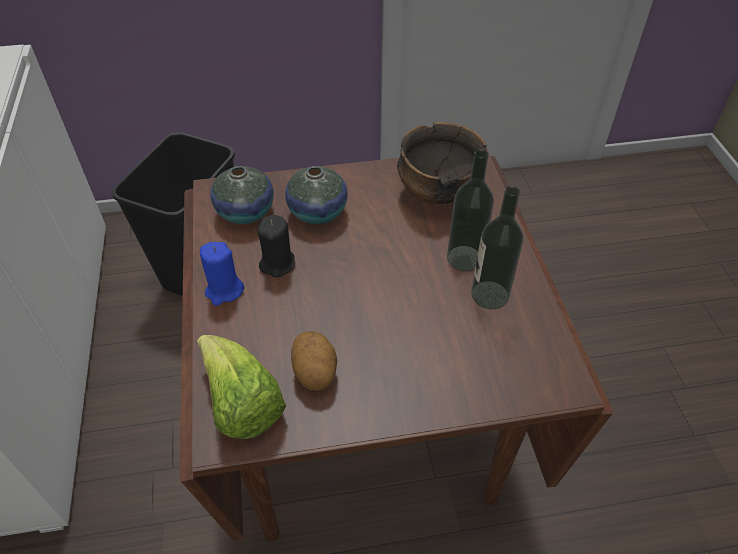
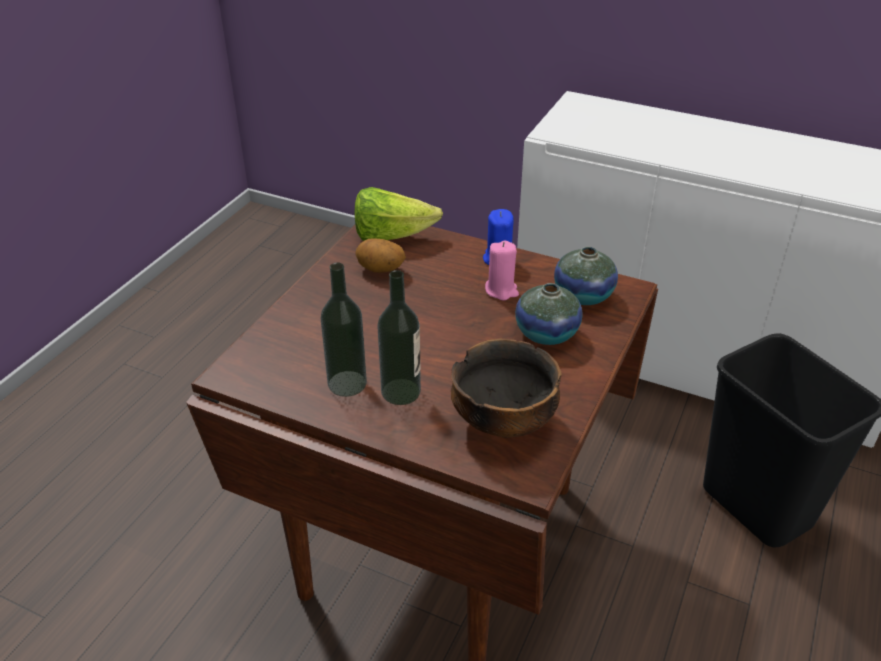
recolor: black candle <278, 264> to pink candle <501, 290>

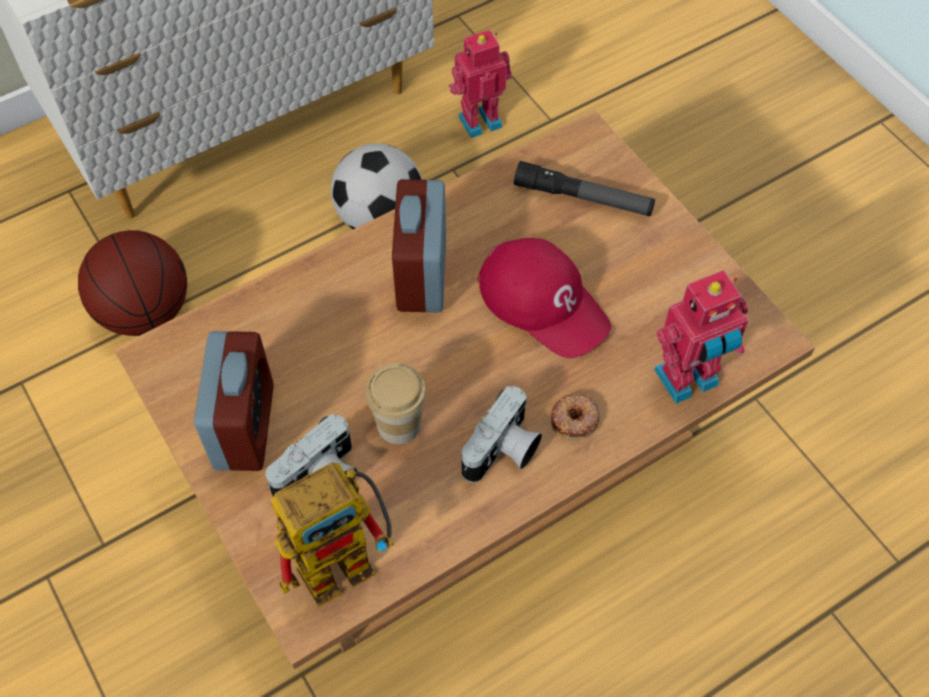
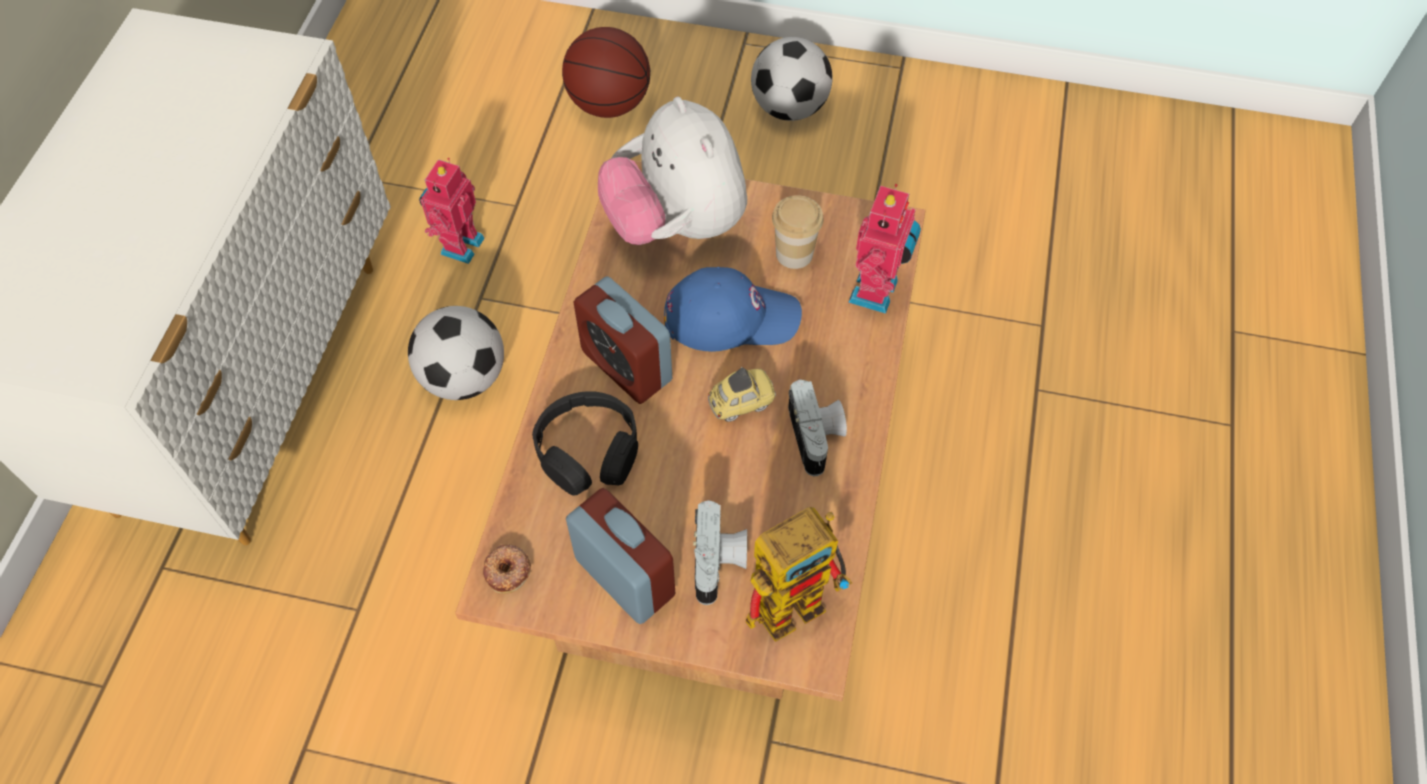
insert: black headphones <588, 451>; toy car <741, 403>; football <789, 108>
move: basketball <145, 312> to <609, 104>; cup <399, 424> to <794, 254>; donut <575, 419> to <508, 570>
replace: flashlight <583, 198> to plush toy <676, 224>
recolor: red cap <544, 302> to blue cap <731, 316>
rotate: toy robot <346, 556> = <797, 595> 45 degrees clockwise

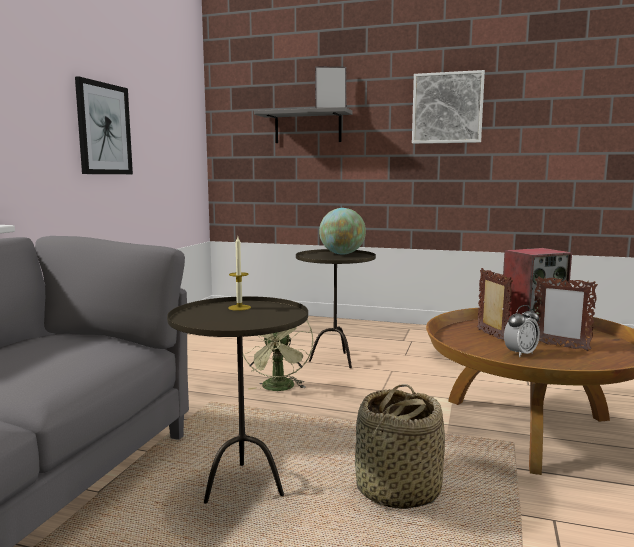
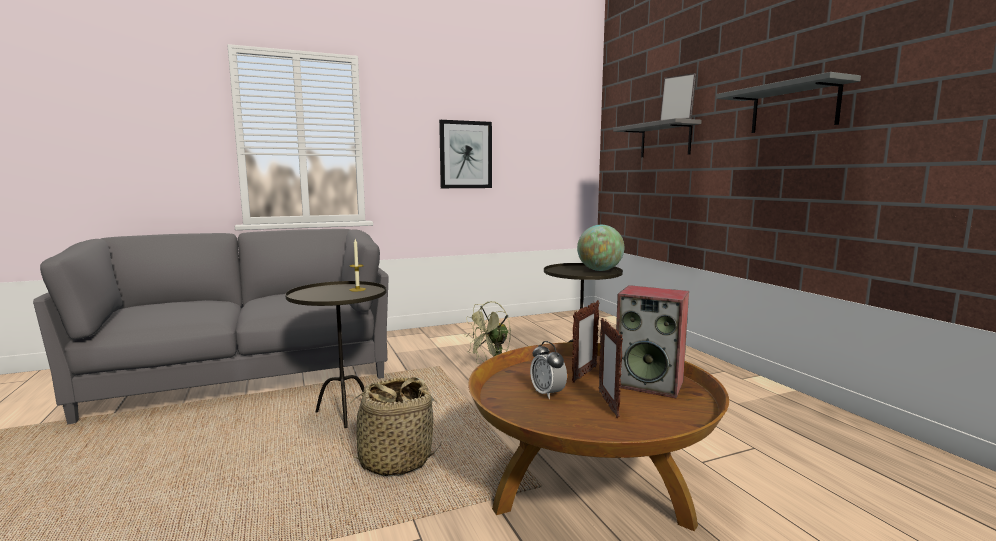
replace: picture <447, 108> to grey shelf <794, 108>
rotate: alarm clock <520, 354> = <547, 393> 45 degrees clockwise

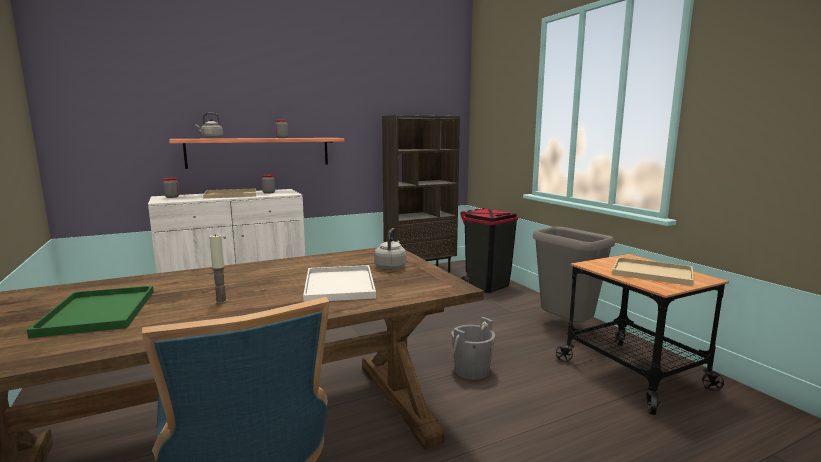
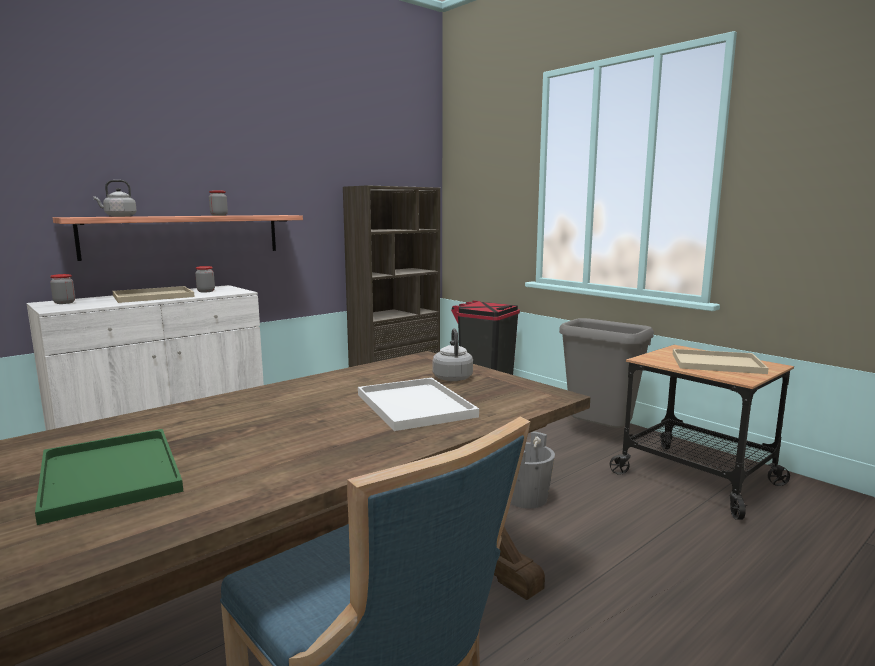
delete: candle <221, 301>

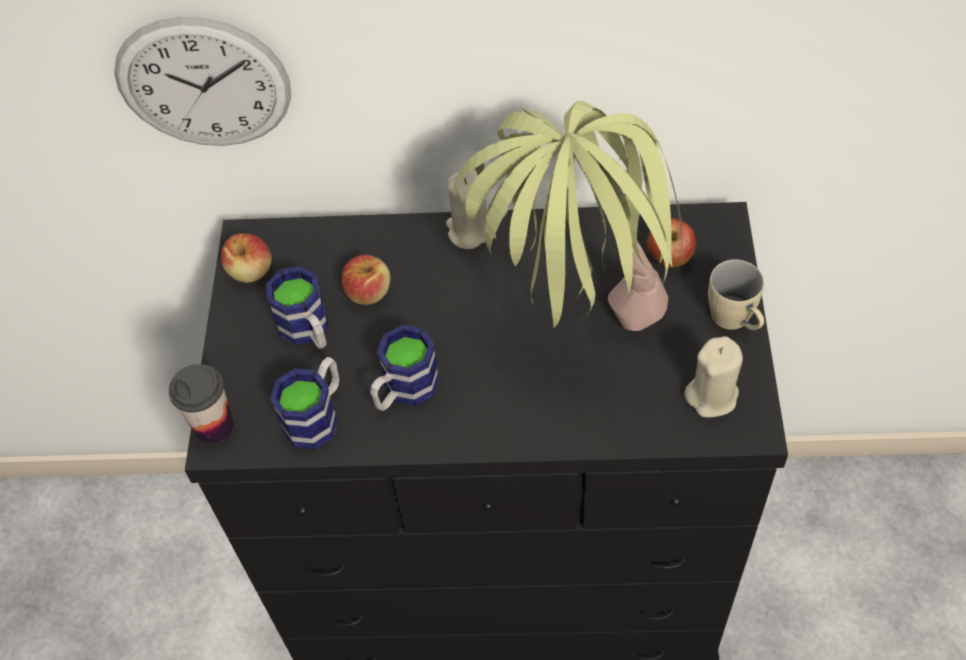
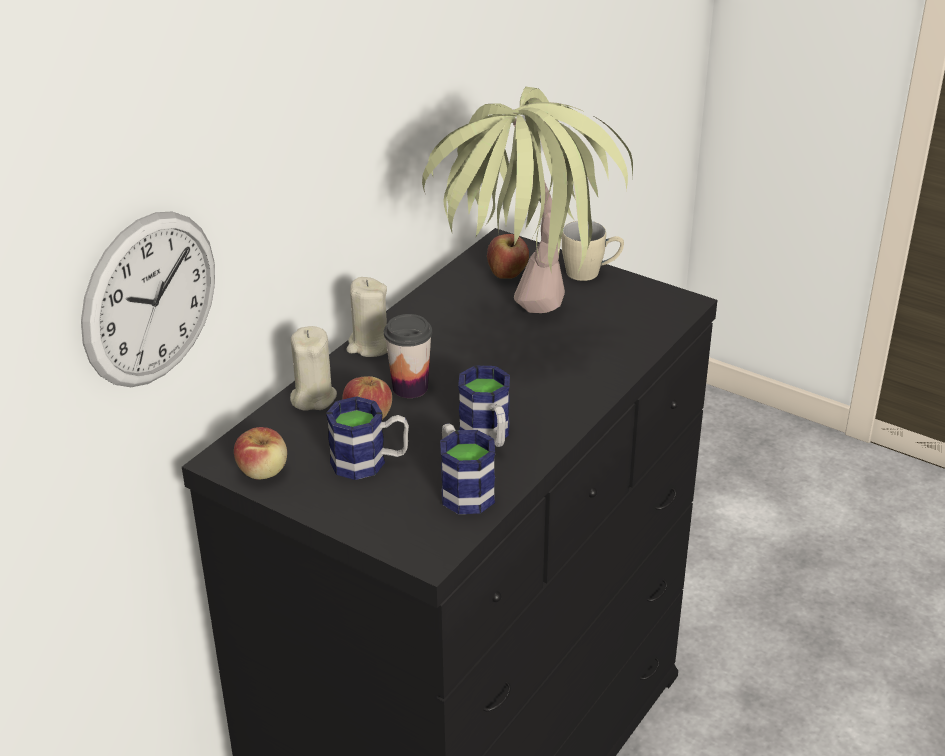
move: cup <214, 426> to <410, 387>; beige candle <712, 396> to <313, 397>

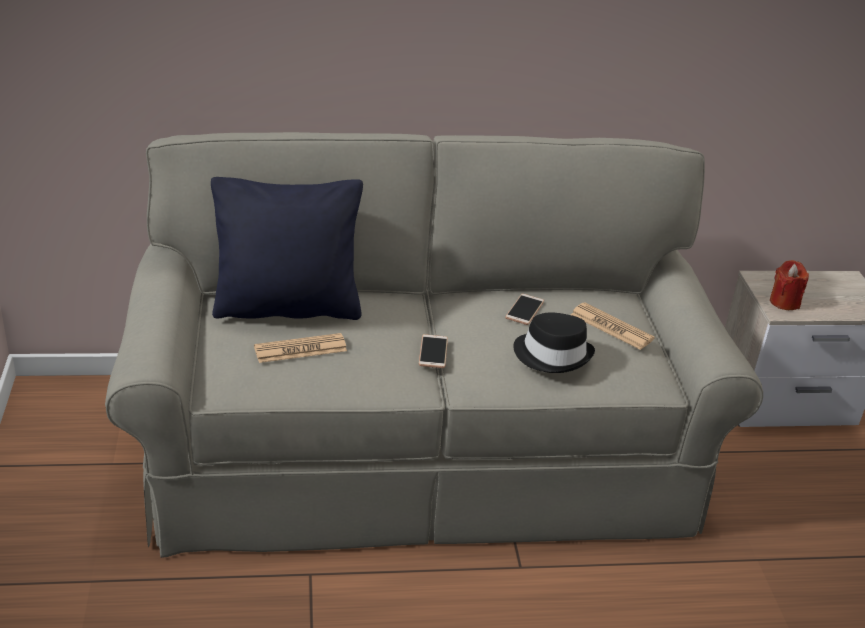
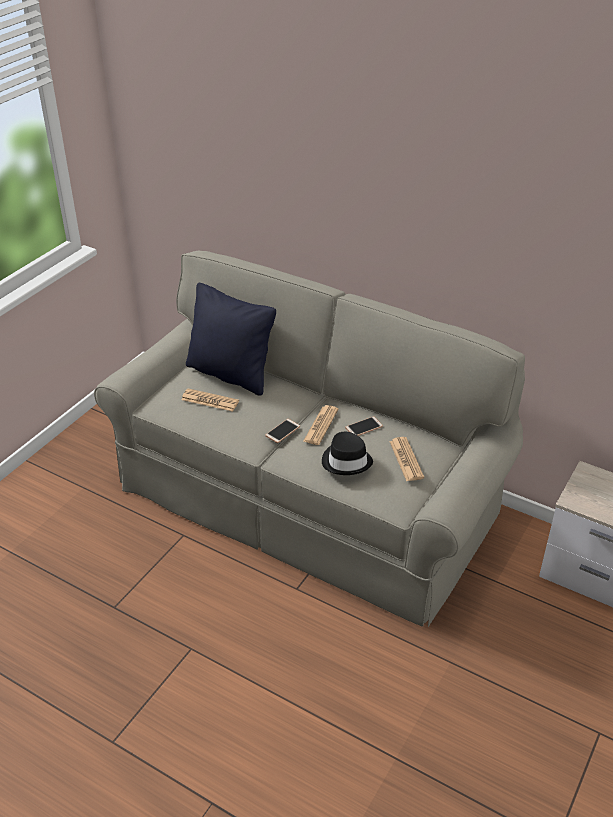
delete: red candle <784, 302>
insert: newspaper <321, 425>

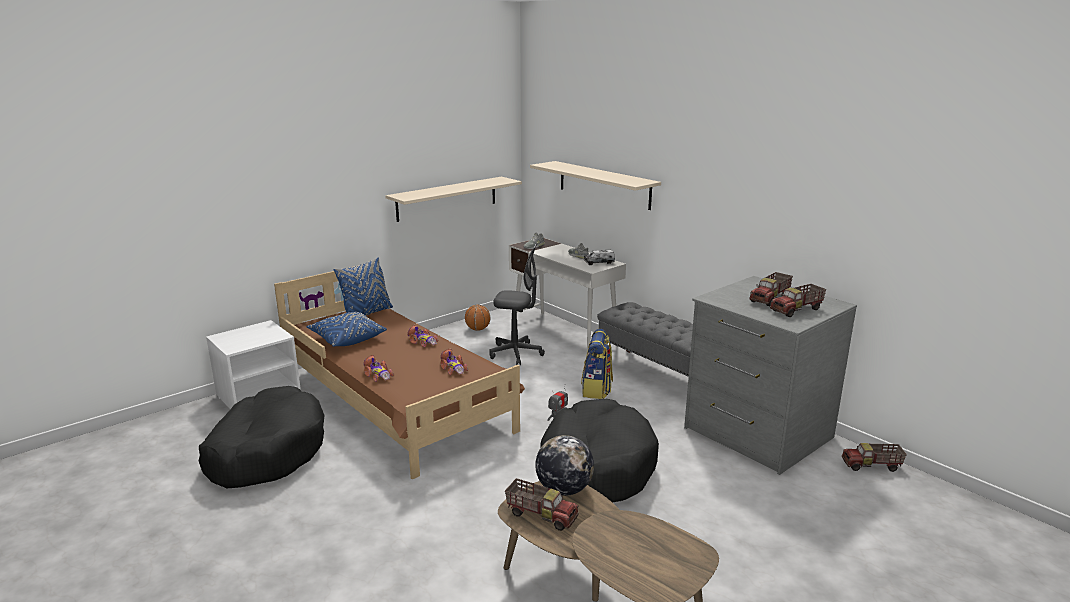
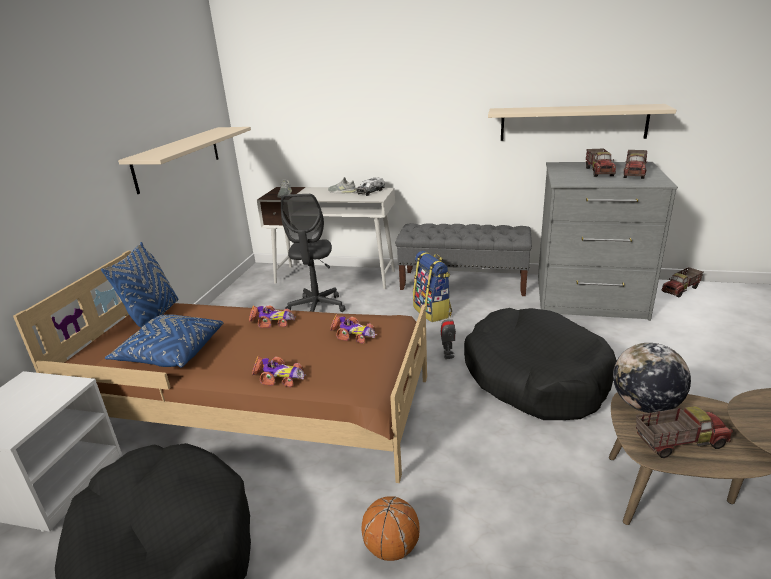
move: basketball <477, 329> to <392, 548>; beige shelf <604, 184> to <572, 123>
rotate: grey office chair <516, 353> = <316, 308> 120 degrees clockwise

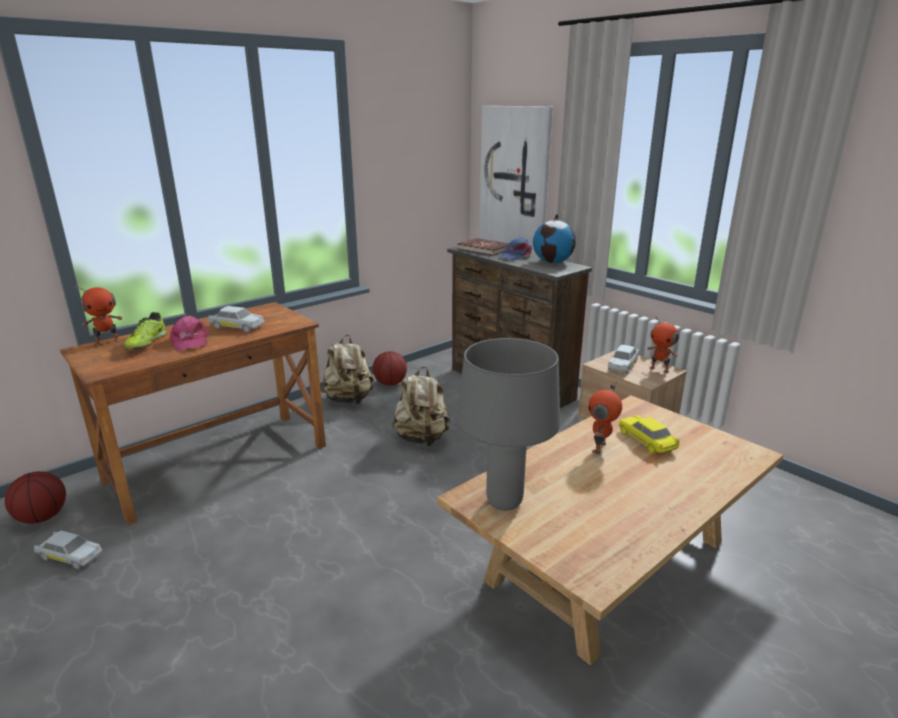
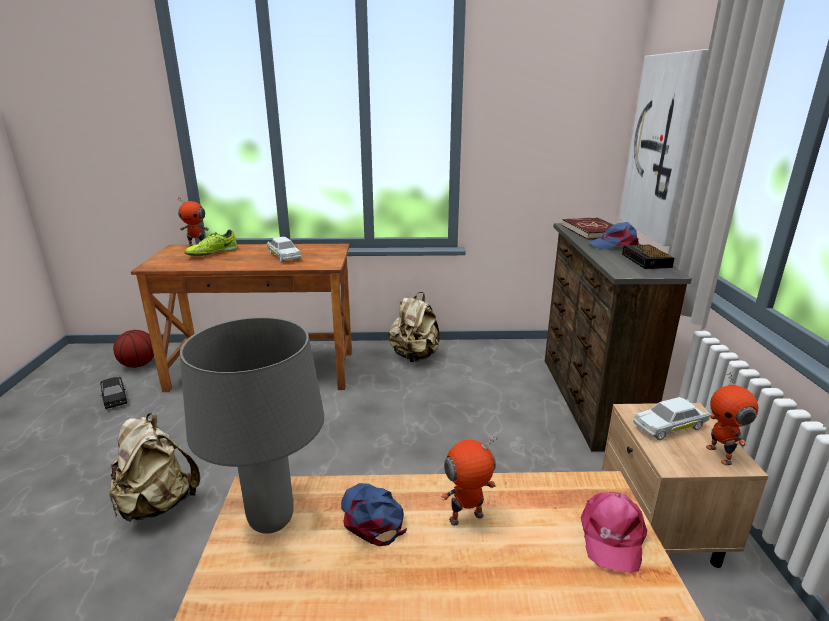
delete: basketball <390, 383>; yellow toy car <646, 441>
insert: blue cap <372, 516>
move: pink cap <190, 341> to <611, 536>; beige backpack <422, 438> to <157, 504>
replace: globe <553, 262> to alarm clock <647, 261>
recolor: white toy car <70, 556> to black toy car <114, 398>

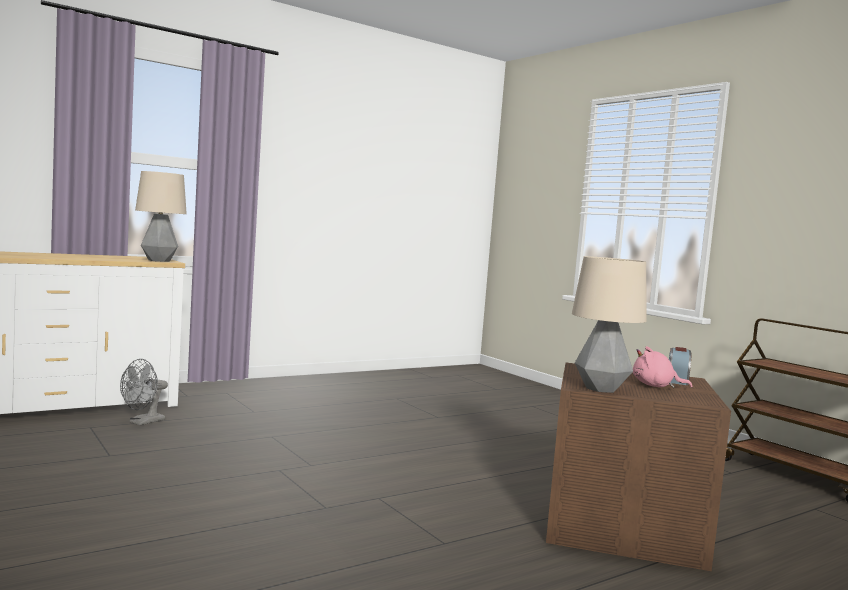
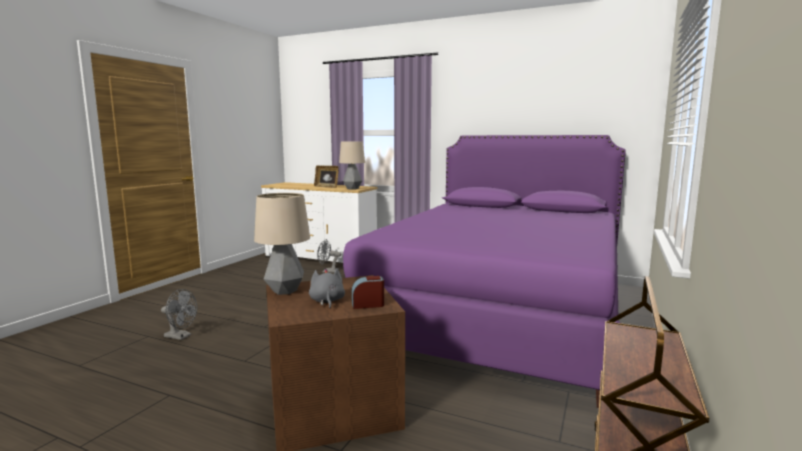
insert: grey fan <181, 336>; picture frame <327, 187>; purple bed <498, 311>
recolor: pink plush toy <655, 386> to grey plush toy <327, 301>

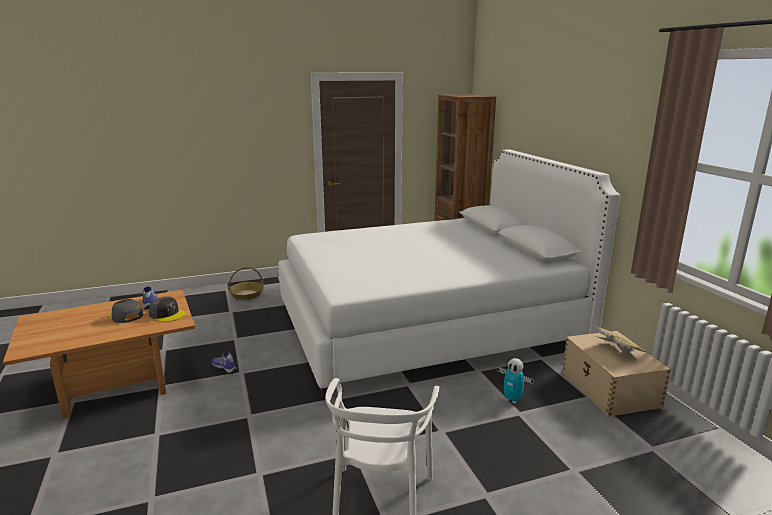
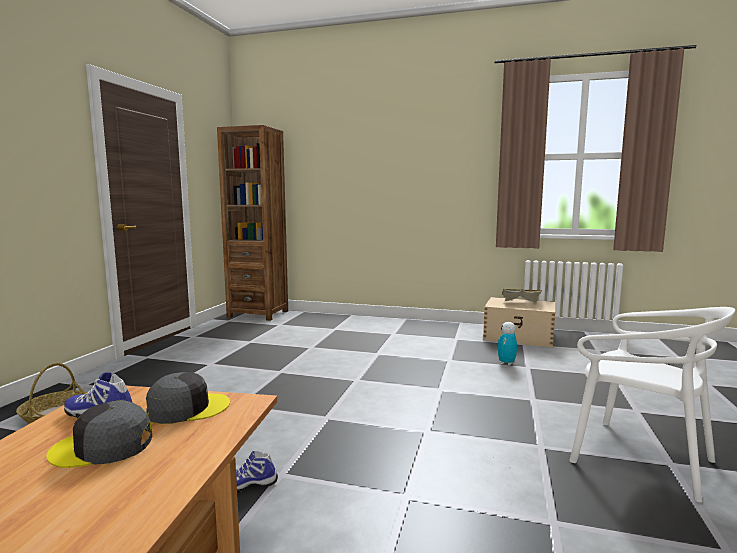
delete: white bed <427, 325>
rotate: toy robot <512, 399> = <506, 363> 135 degrees clockwise

